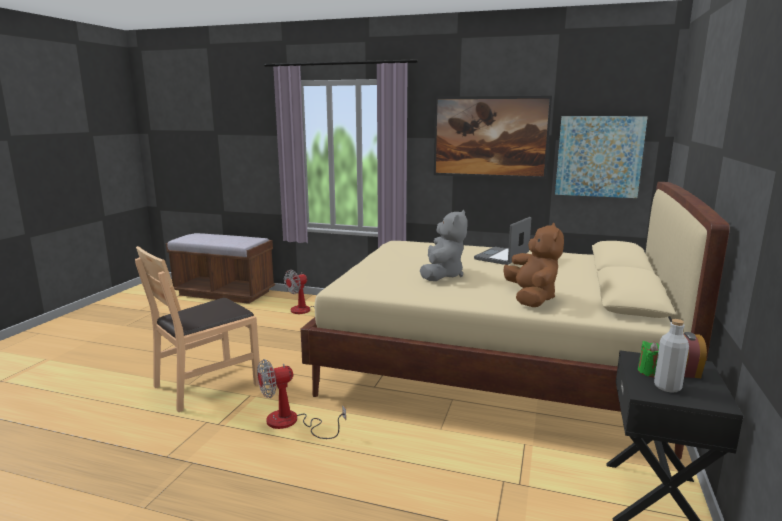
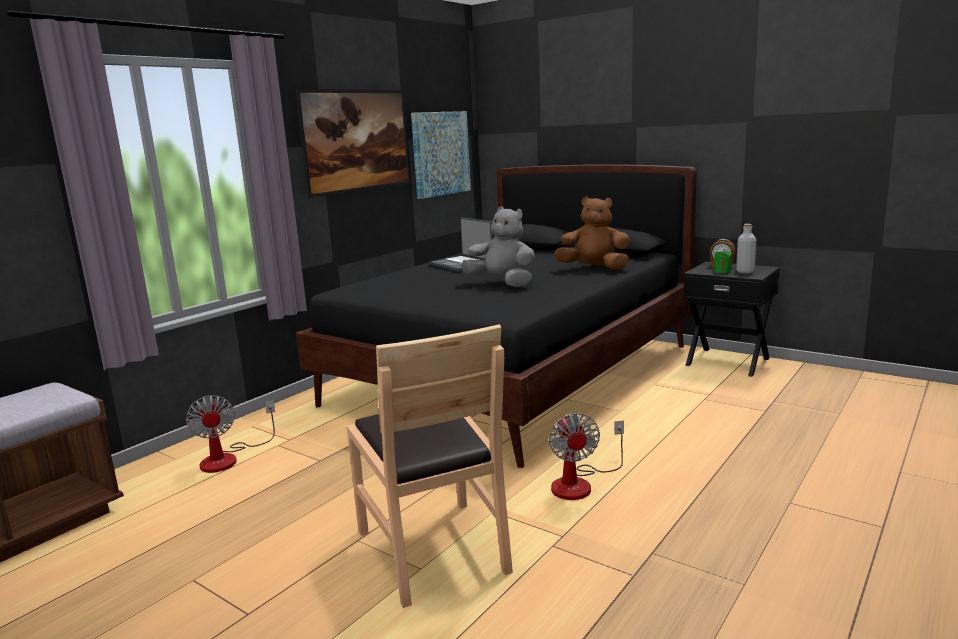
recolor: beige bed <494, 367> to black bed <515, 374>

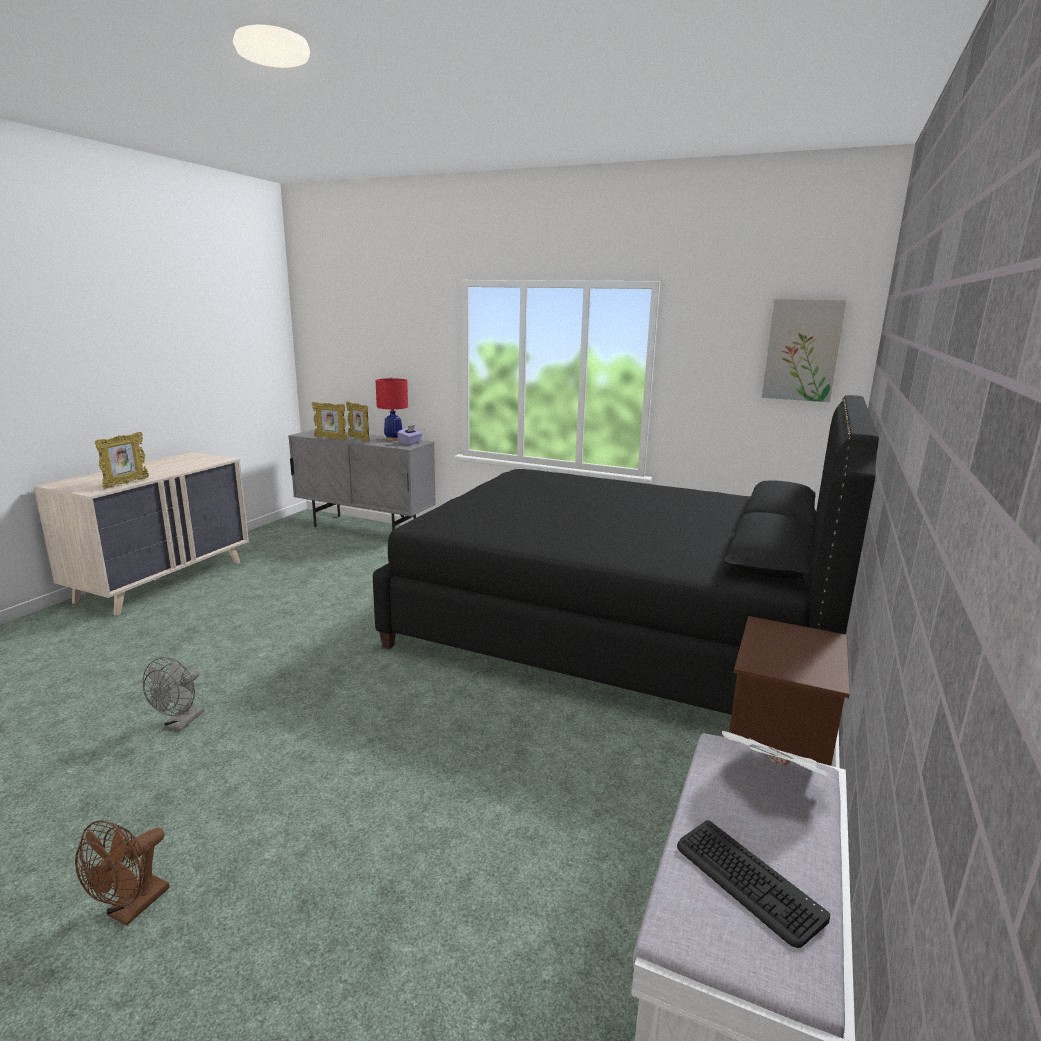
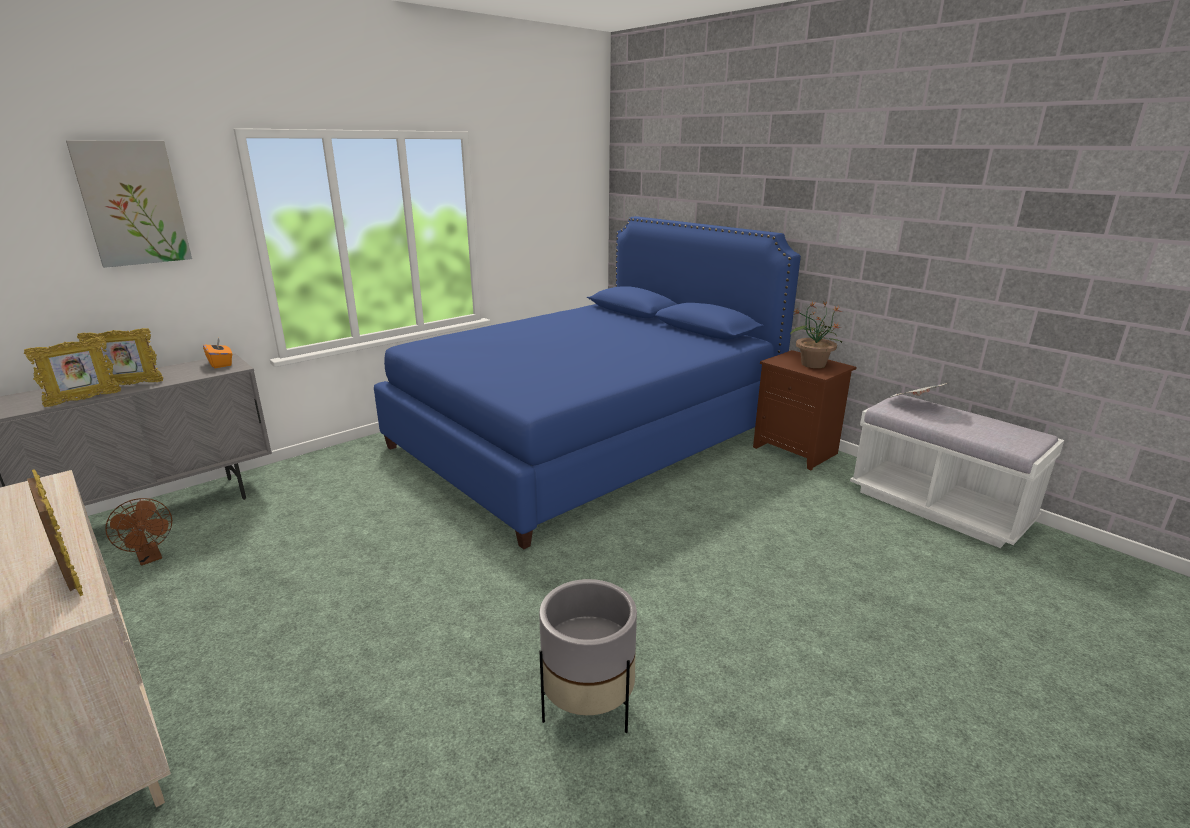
delete: red table lamp <393, 439>; keyboard <747, 881>
insert: potted plant <812, 364>
move: brown fan <131, 909> to <150, 558>; picture <802, 350> to <132, 203>
replace: grey fan <180, 723> to grey planter <588, 707>
recolor: black bed <616, 628> to blue bed <586, 439>; purple tissue box <410, 443> to orange tissue box <221, 364>

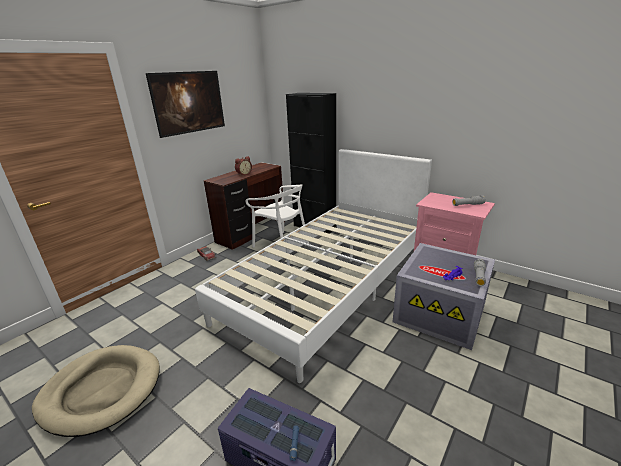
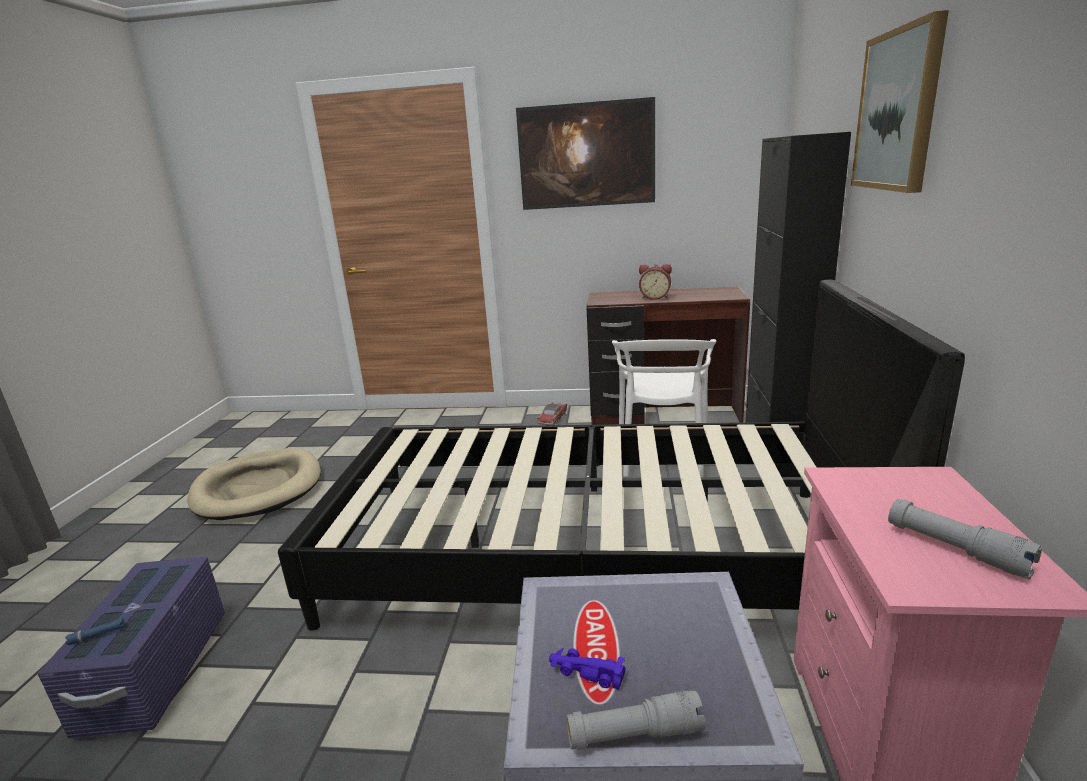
insert: picture <898, 110>
recolor: white bed <328, 284> to black bed <591, 553>

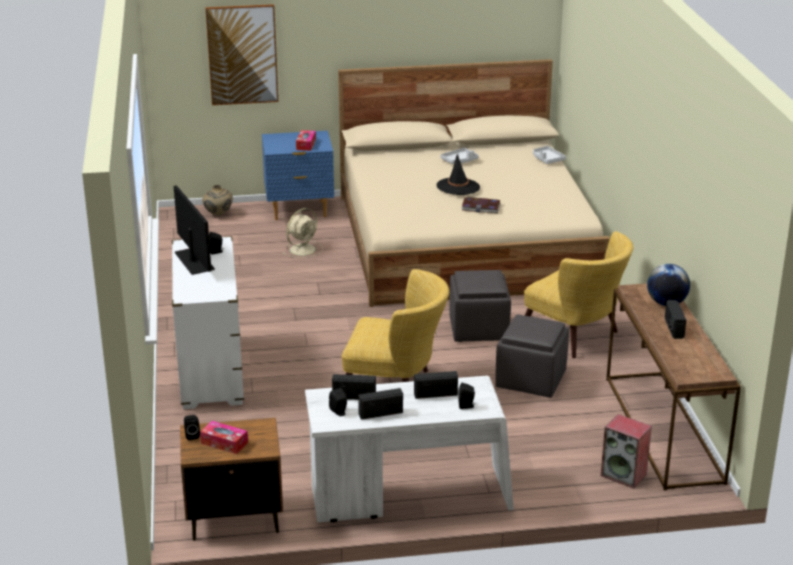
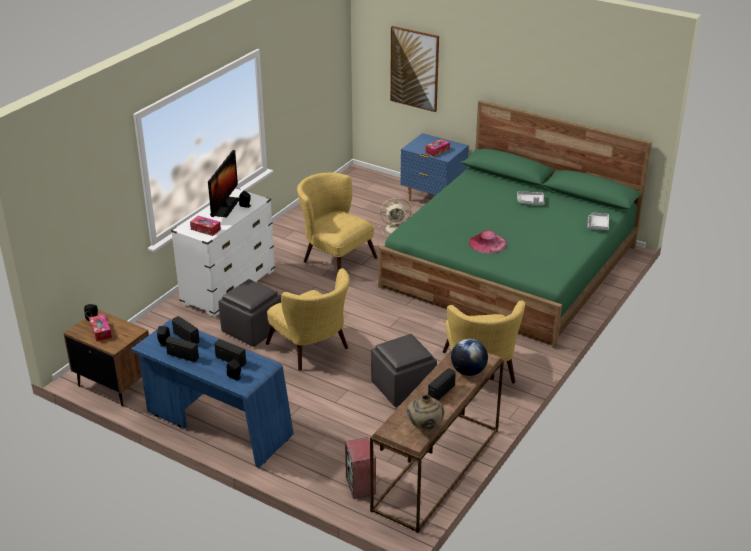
delete: black hat <458, 187>
insert: tissue box <205, 229>; yellow armchair <334, 257>
move: beige vase <218, 215> to <425, 428>; grey ottoman <479, 329> to <252, 330>
replace: book <481, 207> to pink hat <487, 243>
recolor: white desk <409, 497> to blue desk <216, 425>; beige bed <464, 240> to green bed <511, 266>

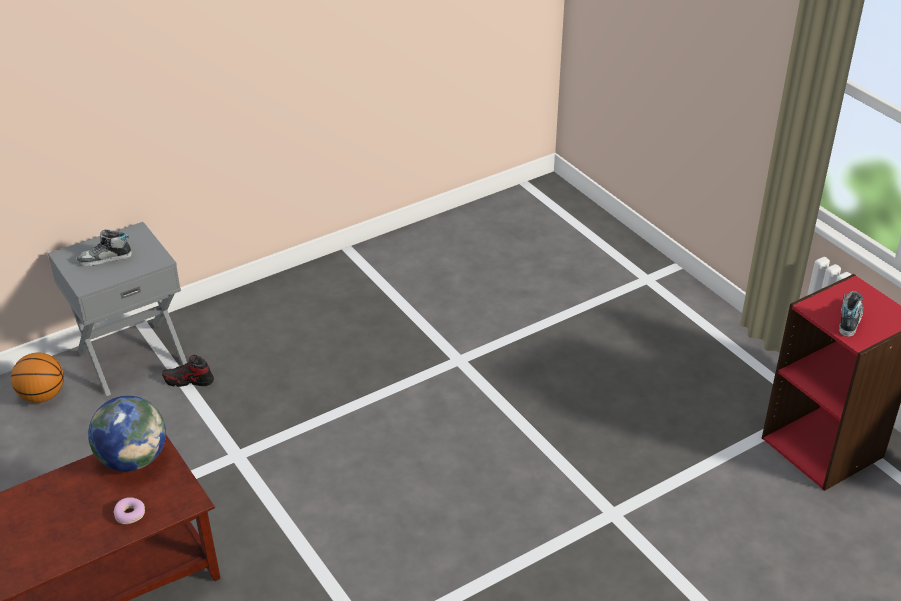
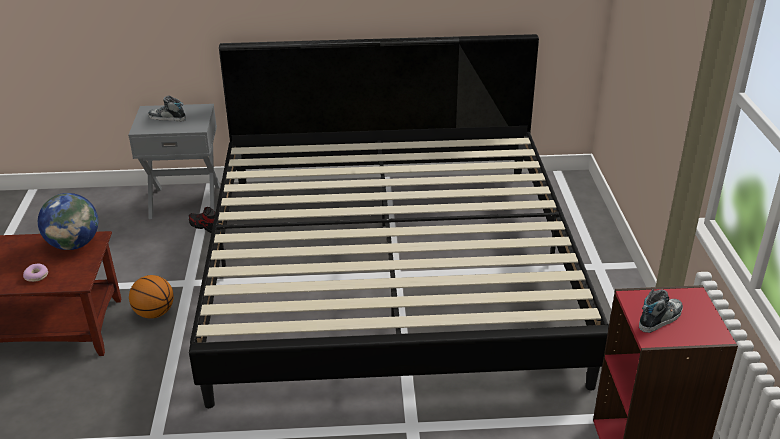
insert: bed <390, 271>
move: basketball <42, 396> to <154, 313>

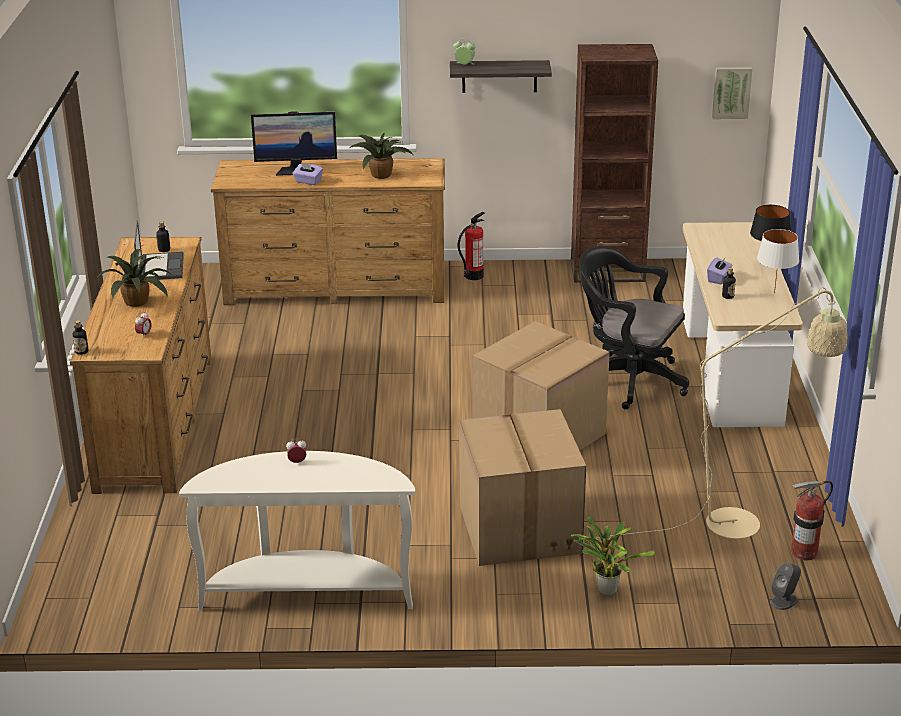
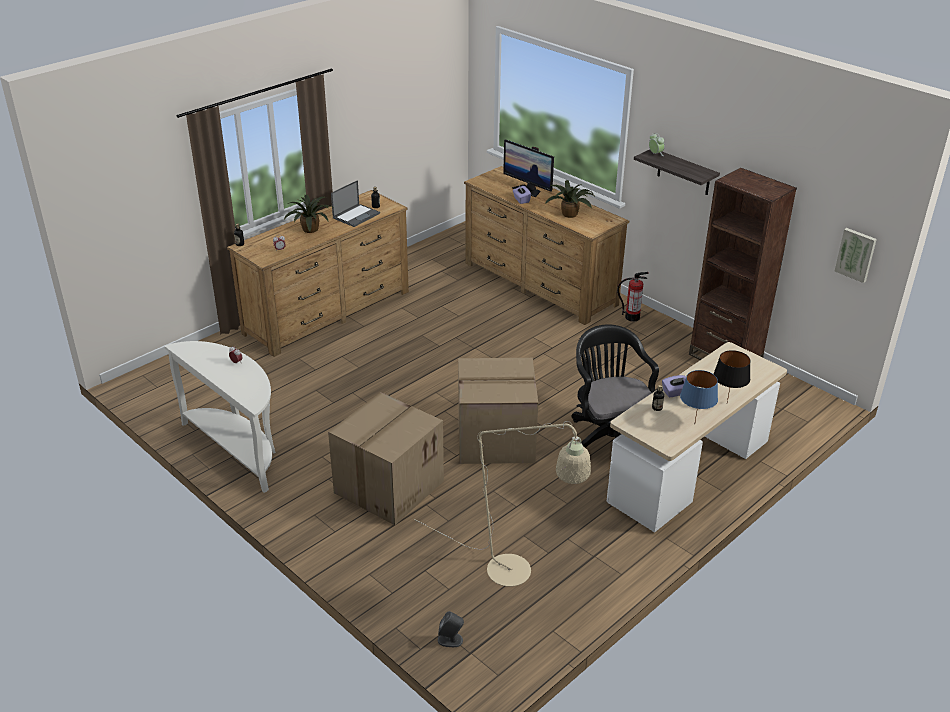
delete: potted plant <605, 589>; fire extinguisher <804, 552>
recolor: white table lamp <773, 293> to blue table lamp <694, 424>

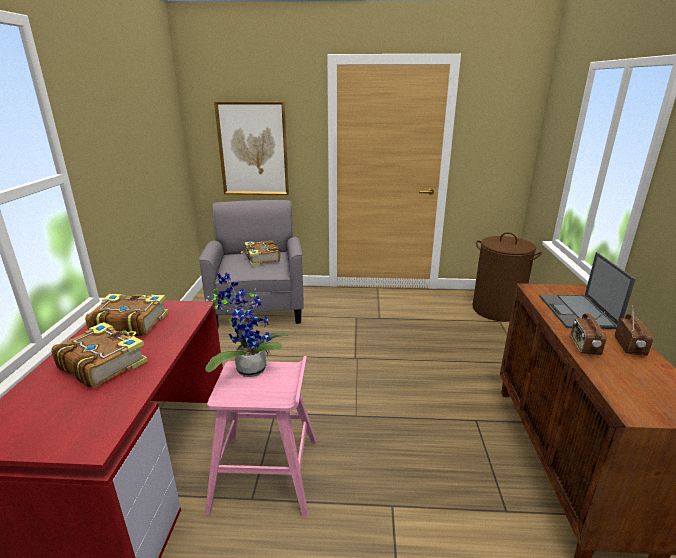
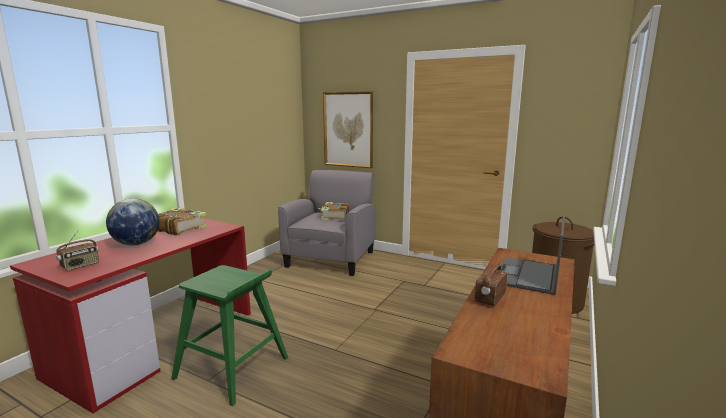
delete: potted plant <248, 368>
move: radio <630, 347> to <80, 266>
replace: book <103, 363> to globe <136, 244>
recolor: pink stool <267, 474> to green stool <233, 368>

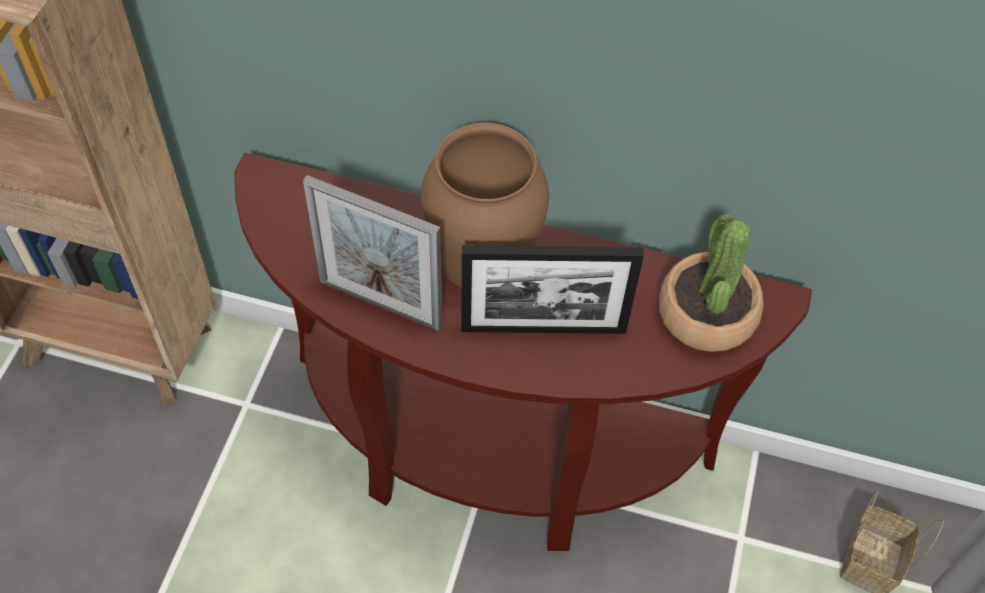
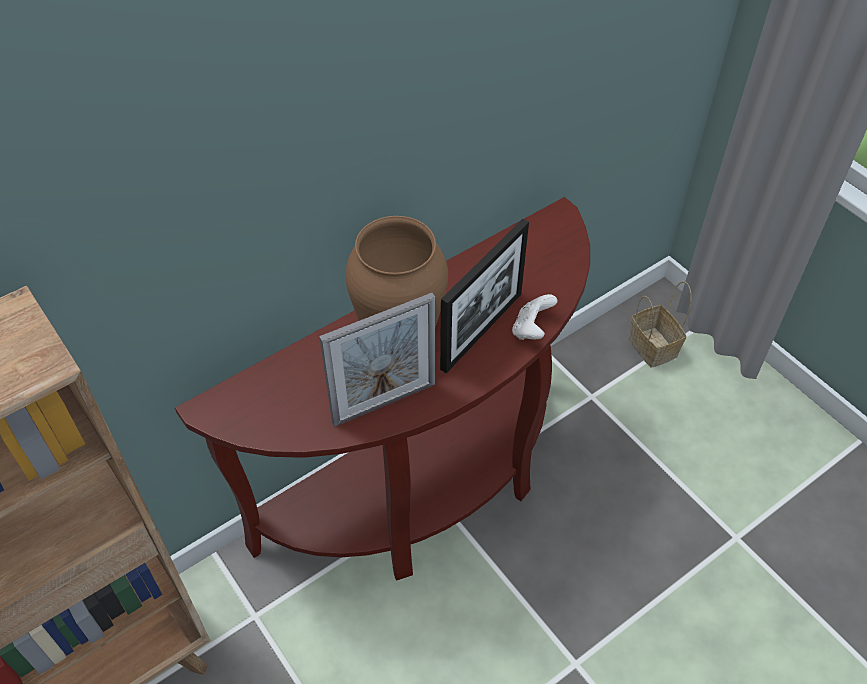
delete: potted plant <706, 314>
insert: white game controller <531, 329>

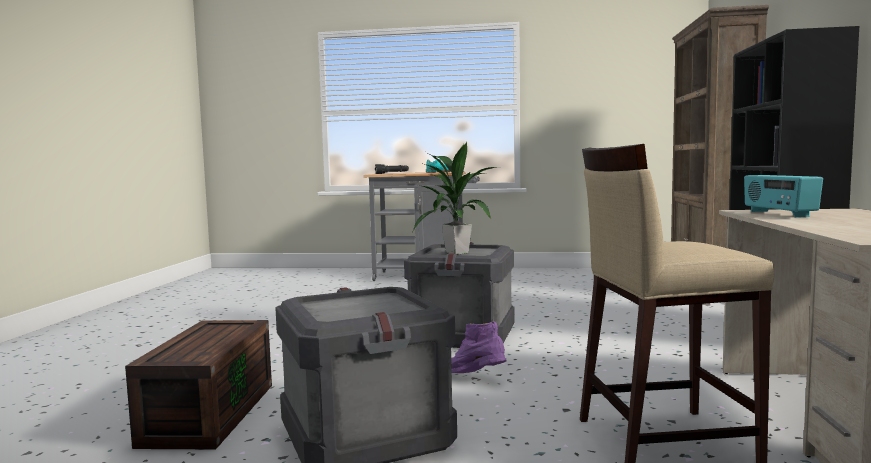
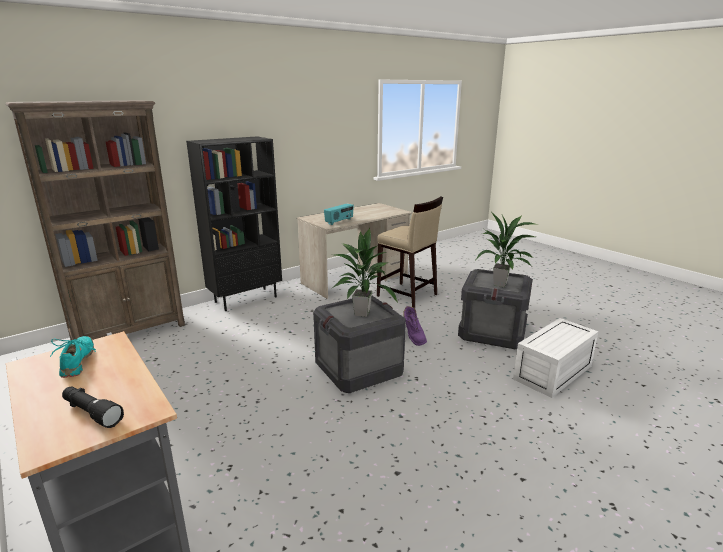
insert: potted plant <500, 285>
recolor: brown storage box <209, 412> to white storage box <553, 373>

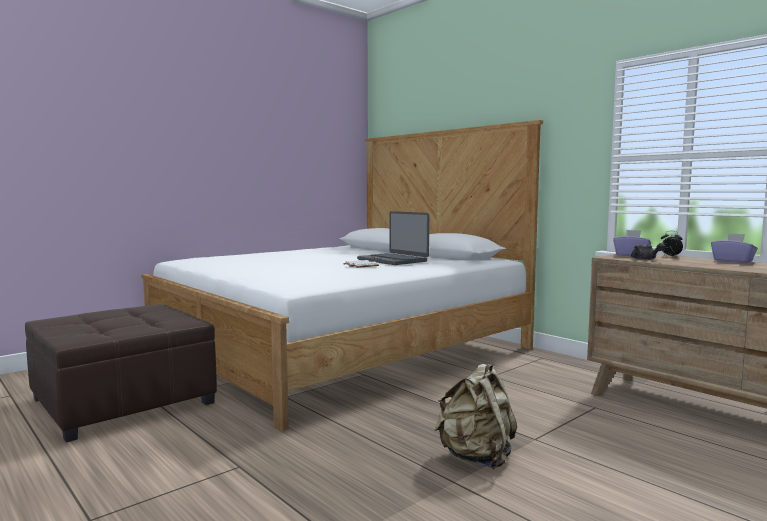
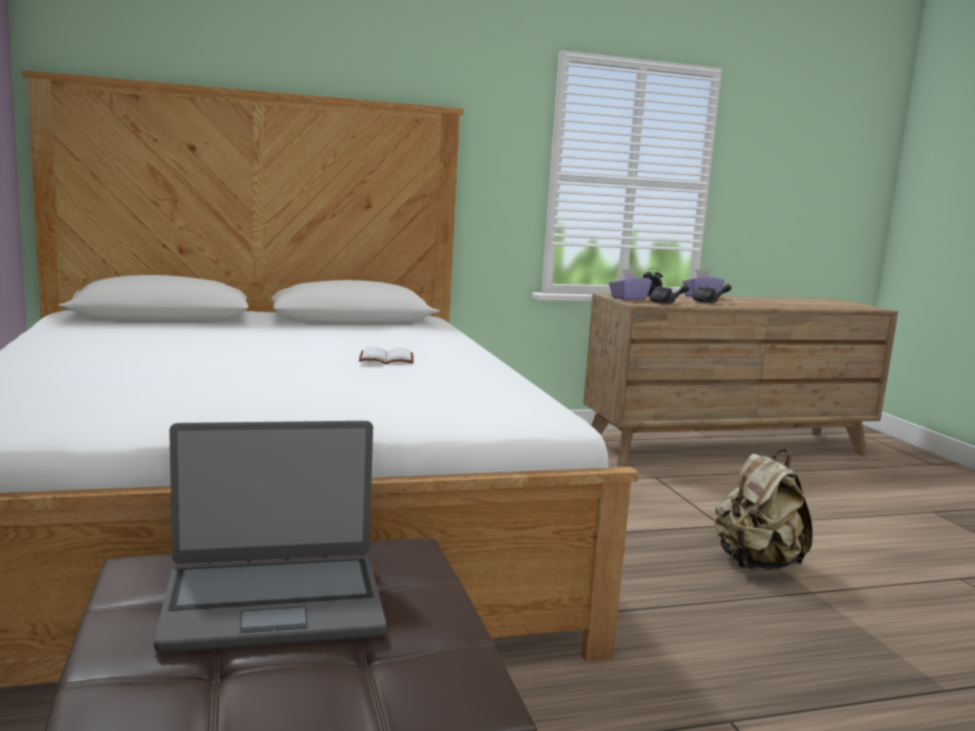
insert: grey teapot <709, 302>
move: laptop <393, 260> to <273, 603>

